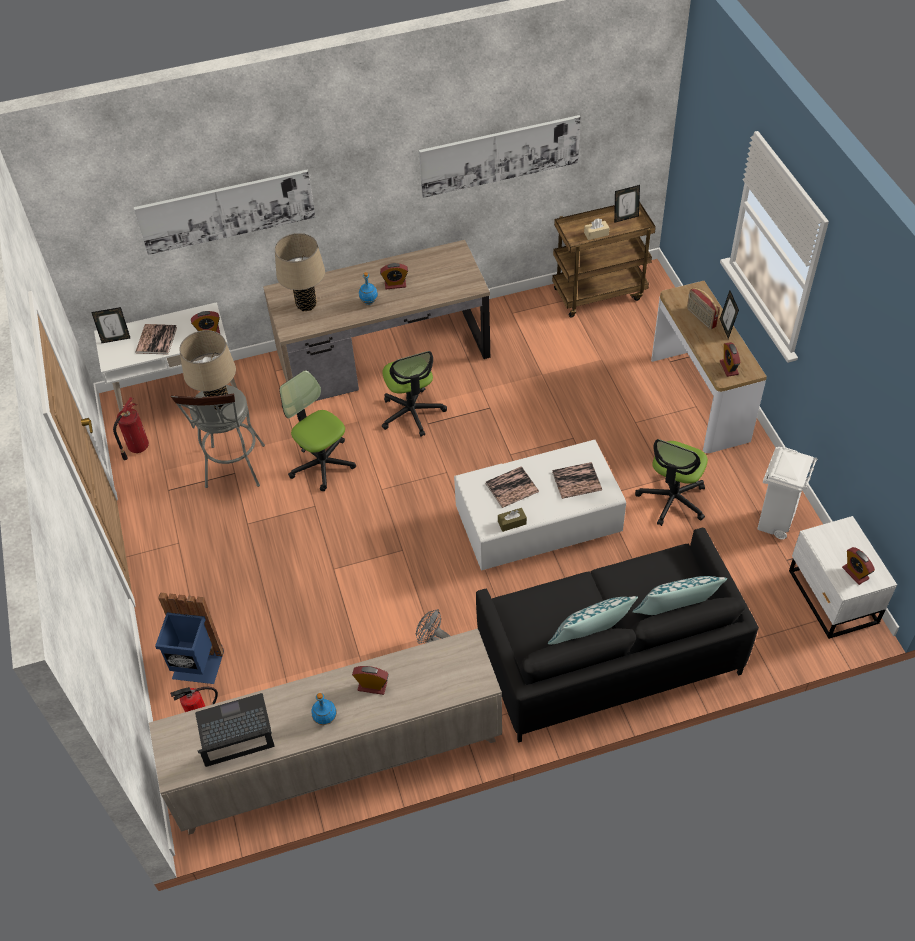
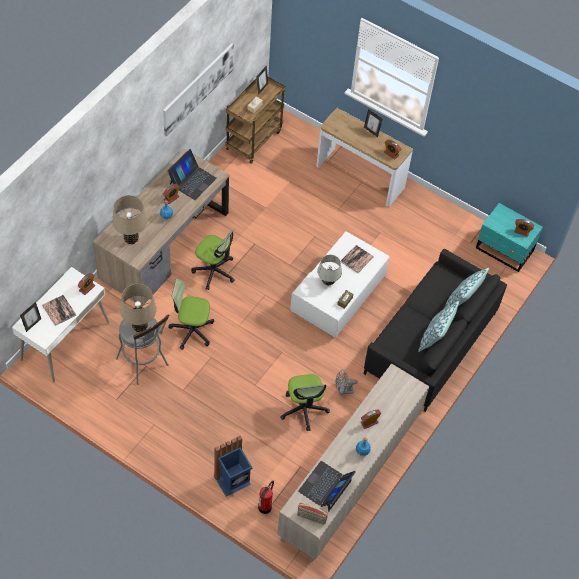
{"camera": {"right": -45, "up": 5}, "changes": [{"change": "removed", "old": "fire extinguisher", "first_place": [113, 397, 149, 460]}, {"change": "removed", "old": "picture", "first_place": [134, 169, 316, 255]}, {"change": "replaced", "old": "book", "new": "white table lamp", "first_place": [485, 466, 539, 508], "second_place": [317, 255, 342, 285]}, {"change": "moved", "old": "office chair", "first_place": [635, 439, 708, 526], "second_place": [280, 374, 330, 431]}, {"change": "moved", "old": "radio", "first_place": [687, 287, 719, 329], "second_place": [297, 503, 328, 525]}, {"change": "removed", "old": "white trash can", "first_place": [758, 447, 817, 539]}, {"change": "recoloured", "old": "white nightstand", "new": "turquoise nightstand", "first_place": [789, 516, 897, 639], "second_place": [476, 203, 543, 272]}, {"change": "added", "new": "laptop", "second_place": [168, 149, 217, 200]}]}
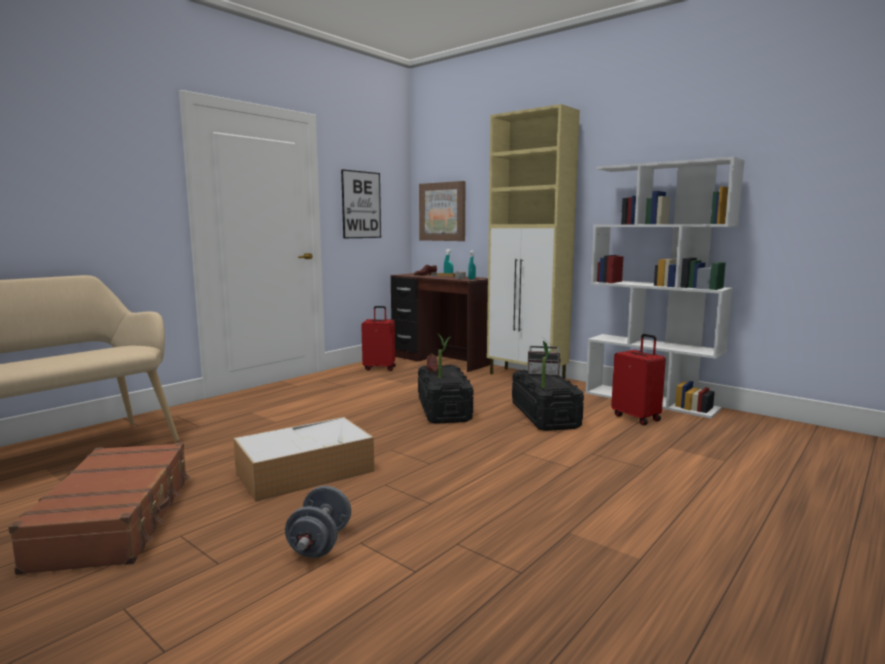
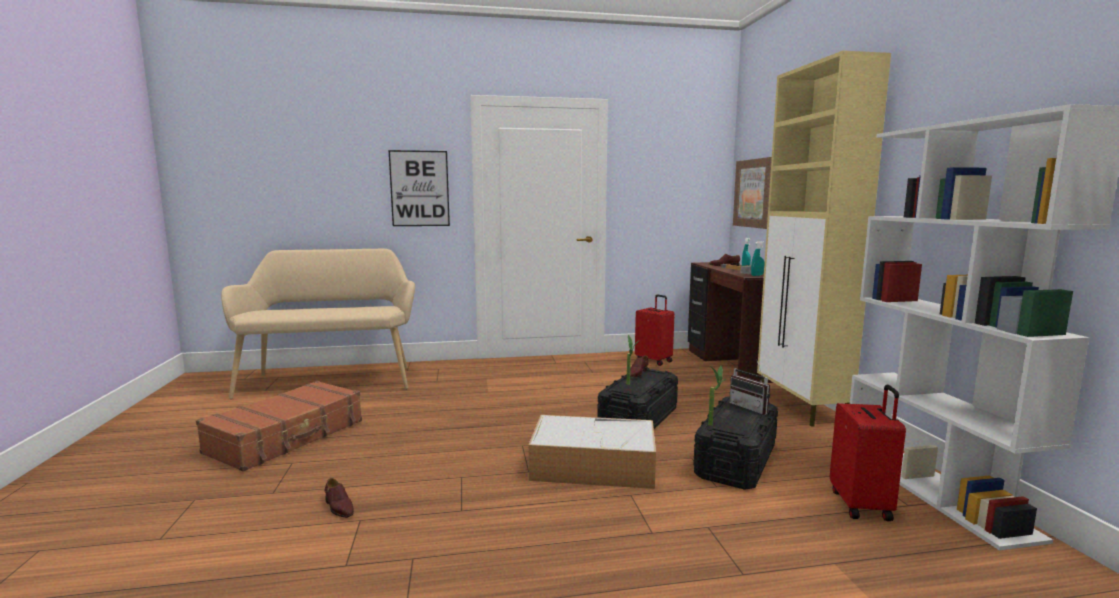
{"camera": {"right": 40, "up": 0}, "changes": [{"change": "moved", "old": "storage box", "first_place": [233, 417, 374, 502], "second_place": [528, 415, 656, 489]}, {"change": "replaced", "old": "grey dumbbell", "new": "brown shoe", "first_place": [285, 486, 351, 558], "second_place": [324, 478, 354, 518]}, {"change": "moved", "old": "picture", "first_place": [341, 169, 381, 238], "second_place": [389, 150, 450, 226]}]}
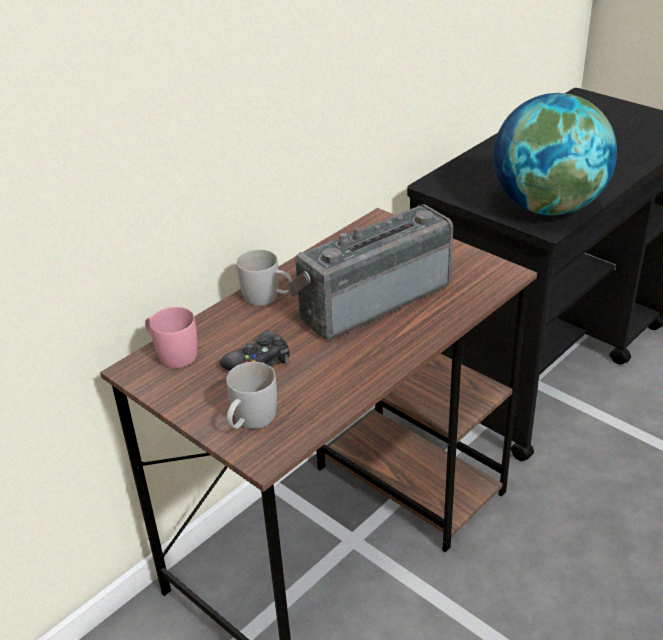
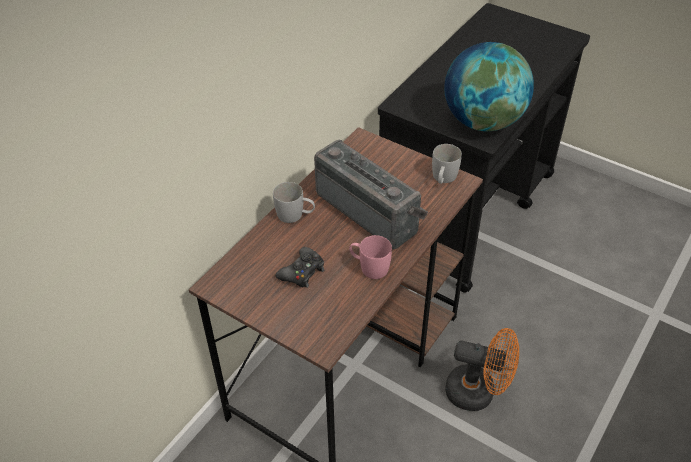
{"camera": {"right": -10, "up": 10}, "changes": [{"change": "moved", "old": "pink mug", "first_place": [145, 307, 197, 368], "second_place": [349, 235, 392, 279]}, {"change": "moved", "old": "white mug", "first_place": [226, 362, 277, 429], "second_place": [432, 144, 462, 184]}, {"change": "turned", "old": "radio", "first_place": [287, 204, 453, 340], "second_place": [314, 140, 428, 249], "degrees": 90}, {"change": "added", "new": "orange fan", "second_place": [445, 328, 519, 411]}]}
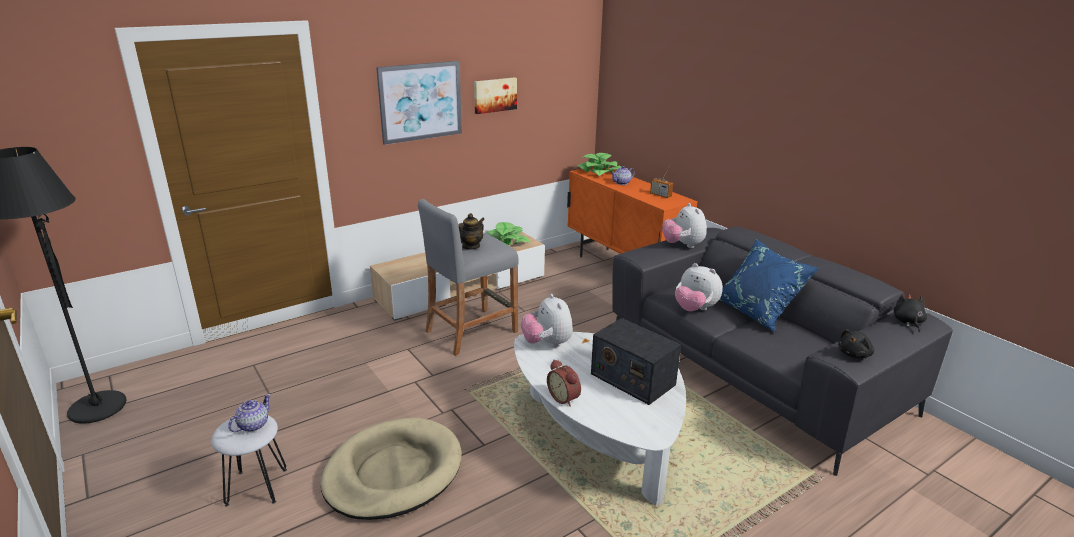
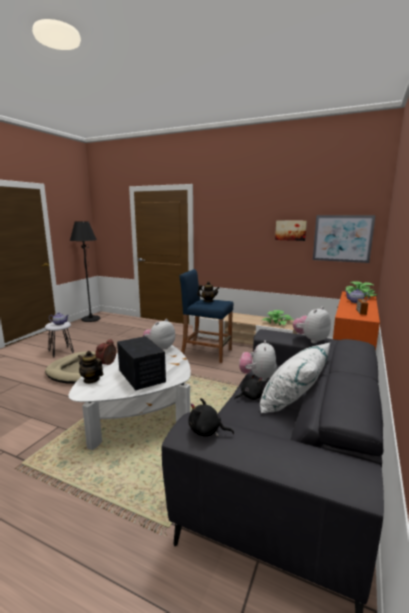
{"camera": {"right": 60, "up": -10}, "changes": [{"change": "moved", "old": "picture", "first_place": [376, 61, 462, 145], "second_place": [313, 215, 376, 263]}, {"change": "recoloured", "old": "grey stool", "new": "blue stool", "first_place": [418, 199, 519, 356], "second_place": [179, 269, 233, 363]}, {"change": "turned", "old": "radio", "first_place": [591, 318, 681, 405], "second_place": [117, 336, 166, 391], "degrees": 135}, {"change": "recoloured", "old": "blue pillow", "new": "white pillow", "first_place": [719, 239, 820, 333], "second_place": [260, 342, 331, 413]}, {"change": "moved", "old": "black plush toy", "first_place": [894, 294, 927, 332], "second_place": [234, 375, 264, 400]}, {"change": "added", "new": "teapot", "second_place": [78, 351, 103, 384]}]}
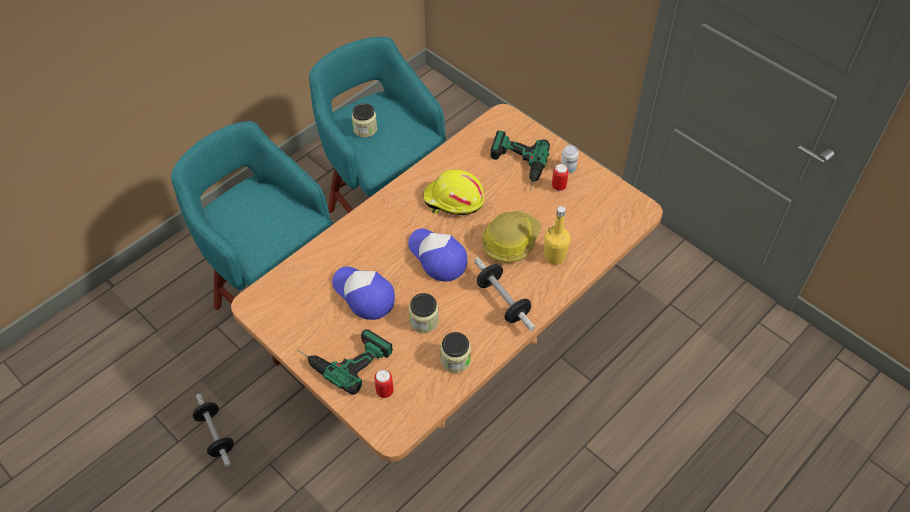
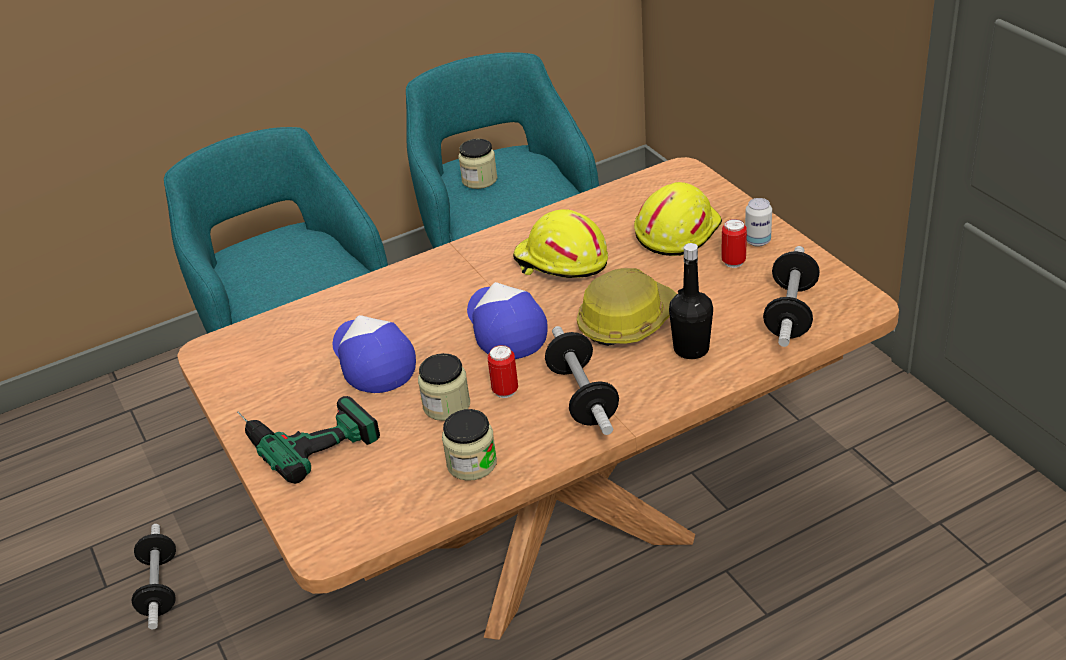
{"camera": {"right": 20, "up": -15}, "changes": [{"change": "moved", "old": "can", "first_place": [374, 370, 394, 398], "second_place": [487, 345, 518, 398]}, {"change": "replaced", "old": "power drill", "new": "yellow hard hat", "first_place": [491, 130, 550, 191], "second_place": [634, 182, 722, 256]}, {"change": "recoloured", "old": "yellow bottle", "new": "black bottle", "first_place": [544, 206, 571, 265], "second_place": [669, 243, 713, 359]}, {"change": "added", "new": "dumbbell", "second_place": [763, 246, 820, 347]}]}
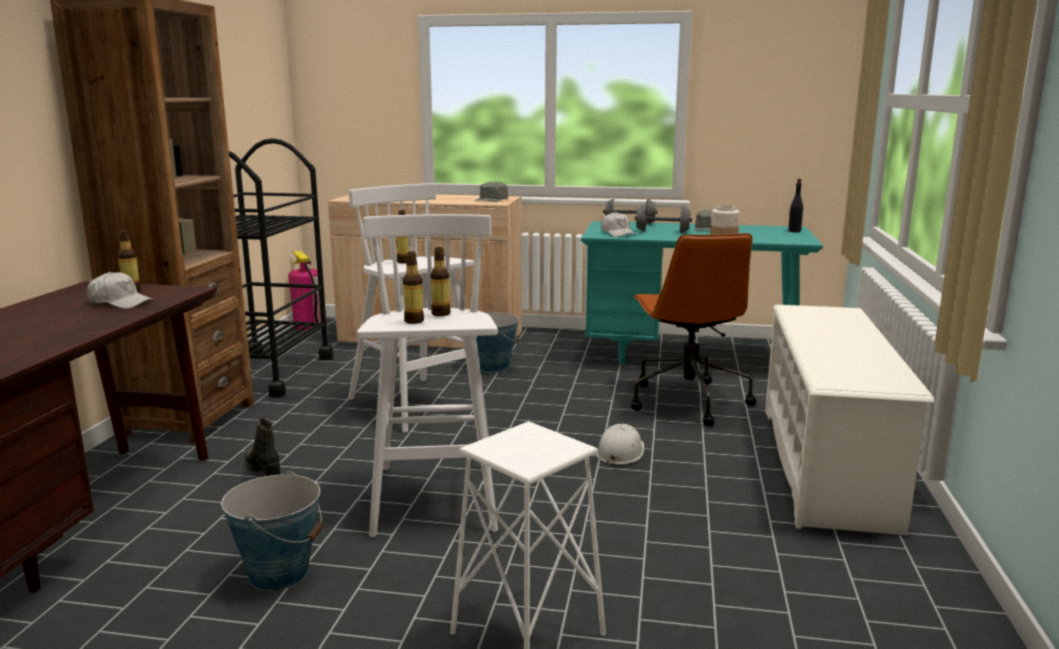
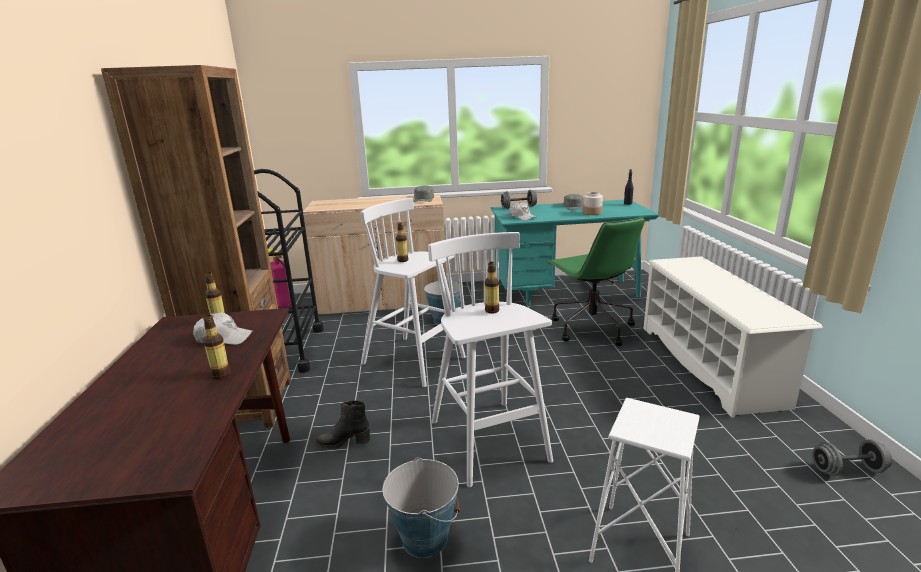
{"camera": {"right": -15, "up": 5}, "changes": [{"change": "turned", "old": "black boot", "first_place": [245, 418, 281, 476], "second_place": [315, 401, 370, 449], "degrees": -45}, {"change": "moved", "old": "bottle", "first_place": [403, 252, 424, 324], "second_place": [203, 315, 231, 379]}, {"change": "removed", "old": "white hard hat", "first_place": [596, 424, 644, 466]}, {"change": "recoloured", "old": "brown office chair", "new": "green office chair", "first_place": [630, 233, 756, 426], "second_place": [546, 217, 645, 346]}, {"change": "moved", "old": "grey dumbbell", "first_place": [635, 205, 692, 233], "second_place": [812, 439, 892, 476]}]}
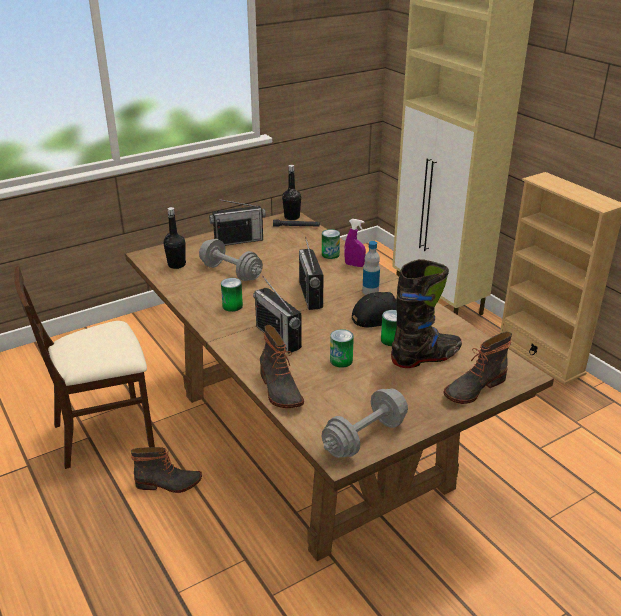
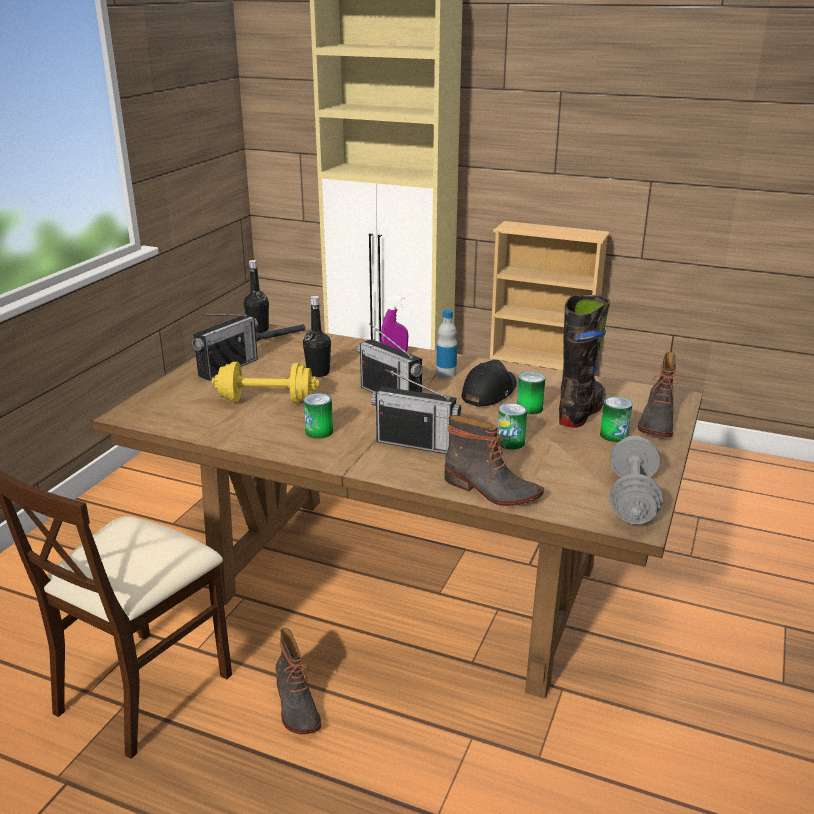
{"camera": {"right": -35, "up": -5}, "changes": [{"change": "turned", "old": "boot", "first_place": [131, 447, 202, 493], "second_place": [275, 628, 321, 734], "degrees": 105}, {"change": "moved", "old": "black bottle", "first_place": [164, 207, 186, 269], "second_place": [303, 296, 331, 377]}, {"change": "recoloured", "old": "grey dumbbell", "new": "yellow dumbbell", "first_place": [199, 239, 263, 281], "second_place": [212, 362, 320, 403]}, {"change": "moved", "old": "can", "first_place": [322, 229, 340, 259], "second_place": [600, 396, 633, 442]}]}
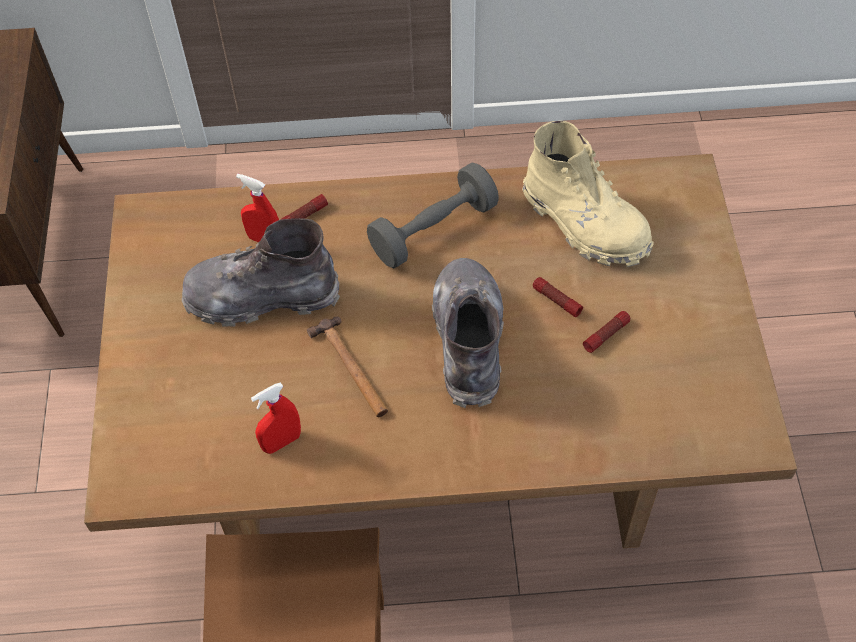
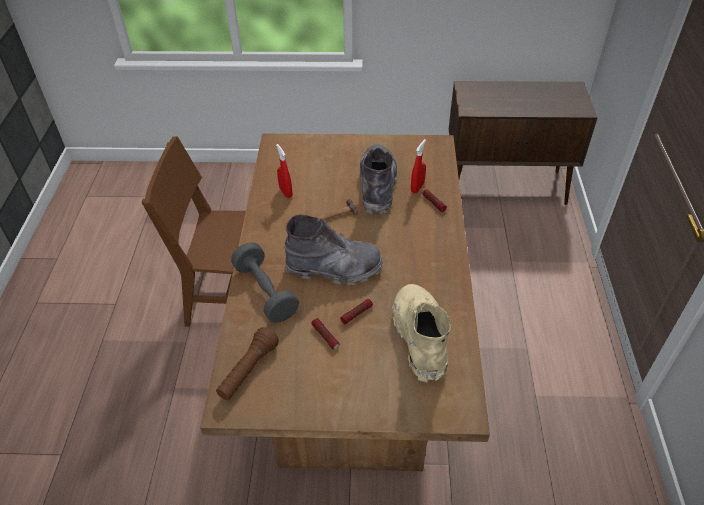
{"camera": {"right": 95, "up": -10}, "changes": [{"change": "moved", "old": "grey dumbbell", "first_place": [367, 163, 499, 268], "second_place": [231, 242, 299, 323]}, {"change": "turned", "old": "beige boot", "first_place": [522, 121, 654, 267], "second_place": [393, 284, 451, 383], "degrees": 120}, {"change": "added", "new": "brown flashlight", "second_place": [216, 327, 279, 400]}]}
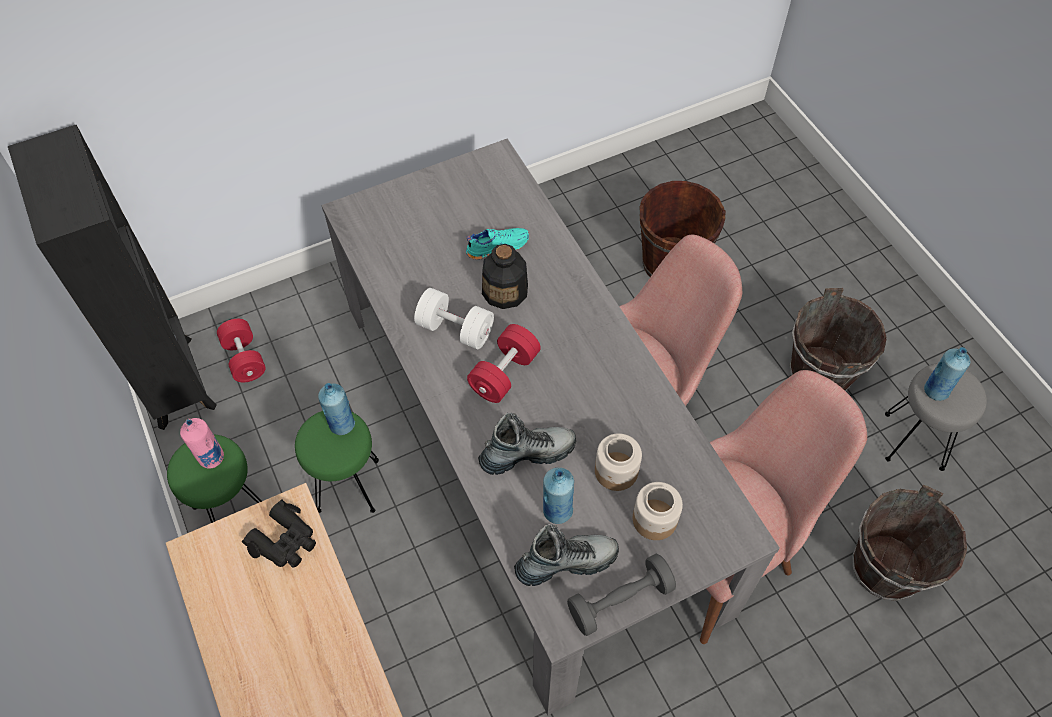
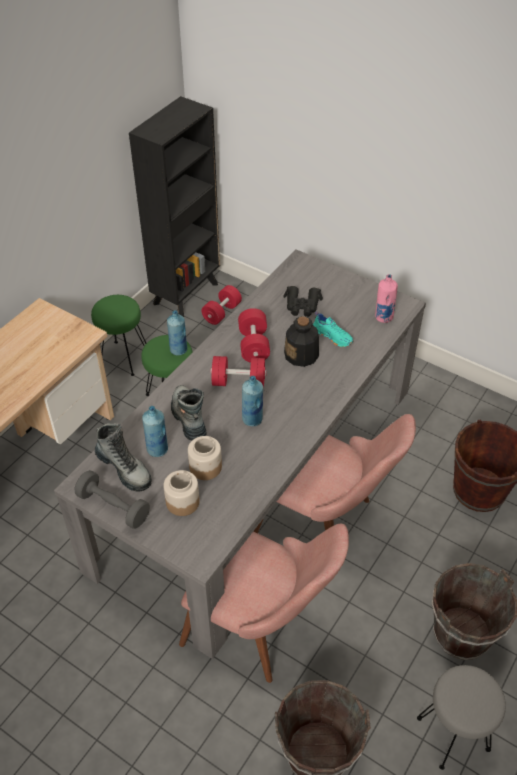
{"camera": {"right": 60, "up": -10}, "changes": [{"change": "moved", "old": "pink bottle", "first_place": [180, 418, 224, 468], "second_place": [375, 274, 398, 323]}, {"change": "moved", "old": "black binoculars", "first_place": [242, 500, 316, 568], "second_place": [283, 286, 323, 317]}, {"change": "recoloured", "old": "white dumbbell", "new": "red dumbbell", "first_place": [414, 288, 494, 349], "second_place": [238, 308, 270, 363]}, {"change": "turned", "old": "boot", "first_place": [478, 413, 576, 475], "second_place": [171, 385, 207, 441], "degrees": -150}, {"change": "moved", "old": "blue bottle", "first_place": [924, 347, 970, 401], "second_place": [242, 376, 263, 426]}]}
